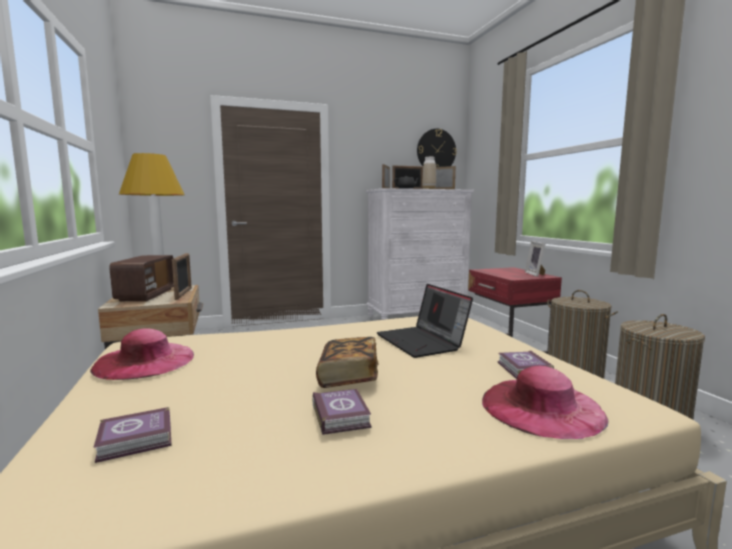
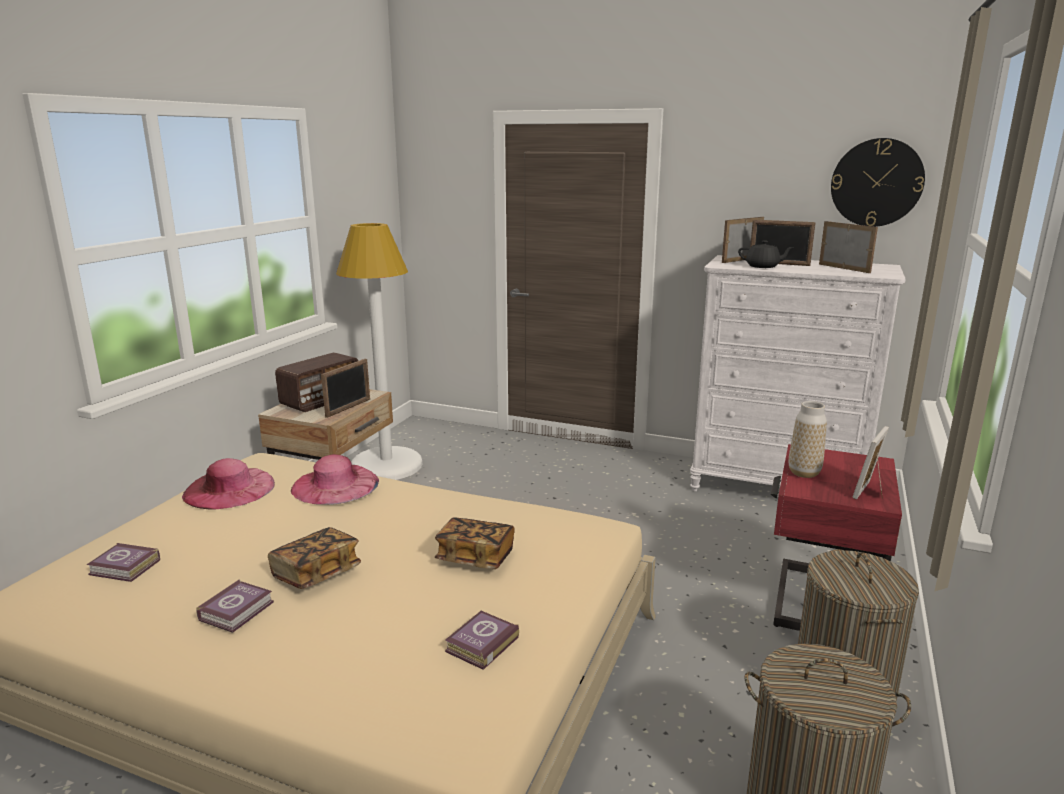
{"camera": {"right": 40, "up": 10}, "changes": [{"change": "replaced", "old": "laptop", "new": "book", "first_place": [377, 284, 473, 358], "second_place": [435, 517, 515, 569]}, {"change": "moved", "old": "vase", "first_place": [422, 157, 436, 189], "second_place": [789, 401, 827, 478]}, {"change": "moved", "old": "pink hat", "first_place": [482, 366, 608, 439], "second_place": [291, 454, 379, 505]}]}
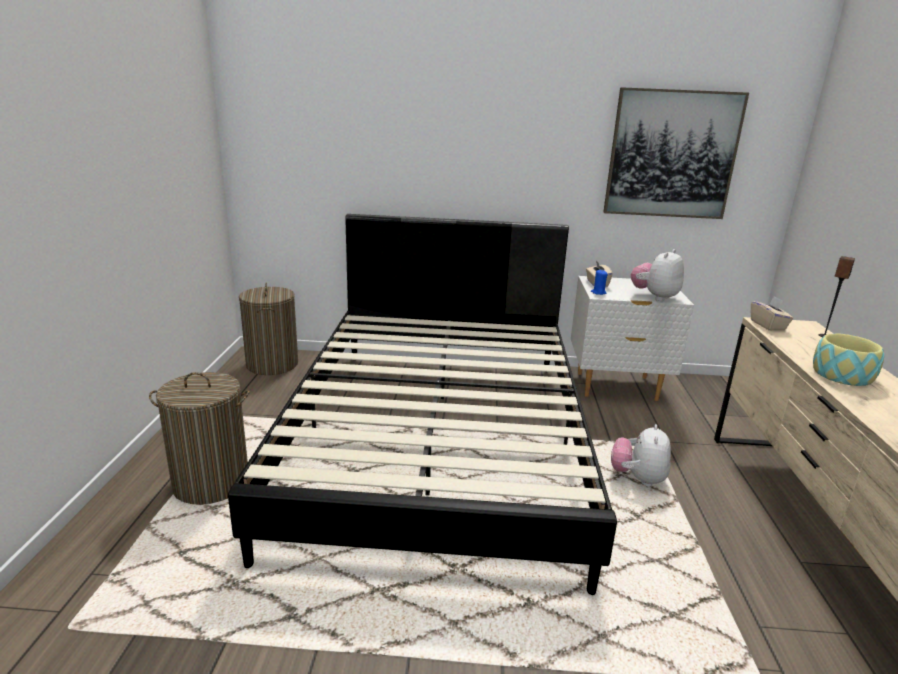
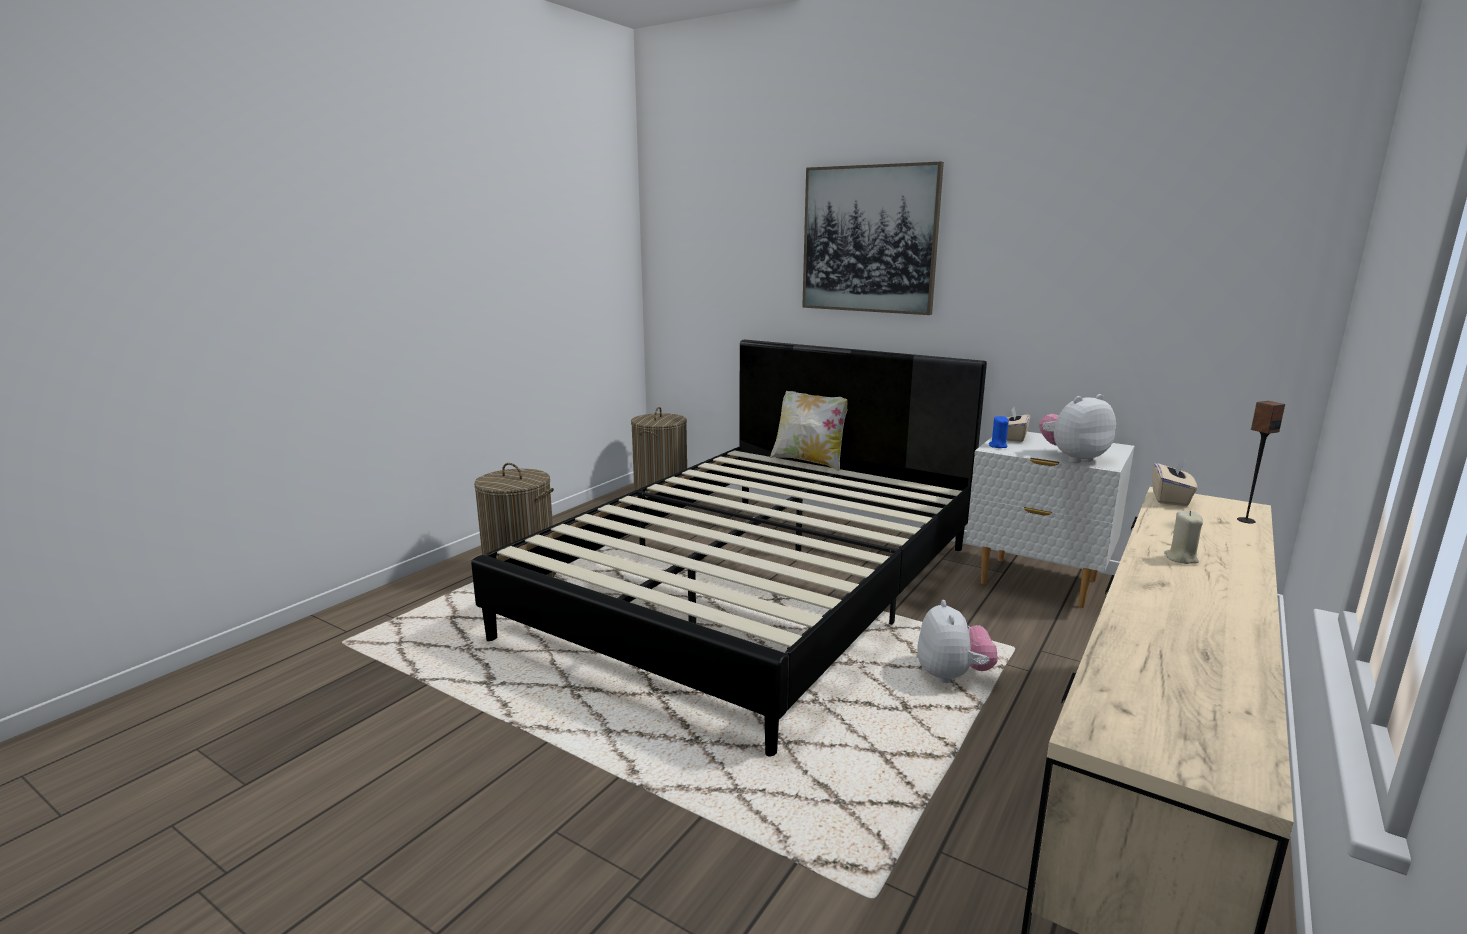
{"camera": {"right": 30, "up": -5}, "changes": [{"change": "moved", "old": "picture", "first_place": [603, 88, 749, 219], "second_place": [802, 162, 944, 315]}, {"change": "turned", "old": "plush toy", "first_place": [611, 424, 671, 486], "second_place": [917, 600, 998, 683], "degrees": 135}, {"change": "replaced", "old": "bowl", "new": "beige candle", "first_place": [813, 334, 884, 386], "second_place": [1164, 510, 1203, 564]}, {"change": "added", "new": "pillow", "second_place": [770, 391, 848, 471]}]}
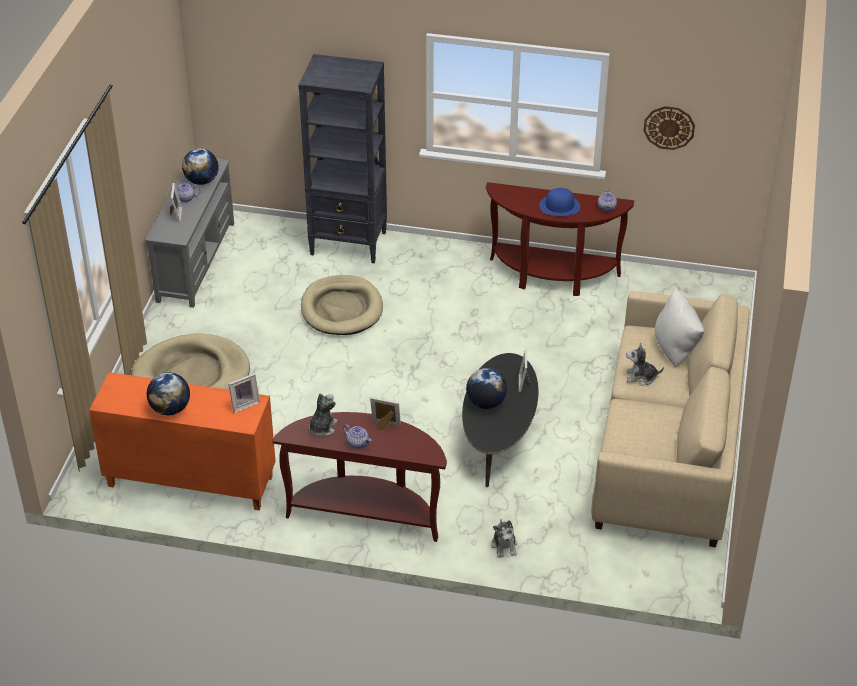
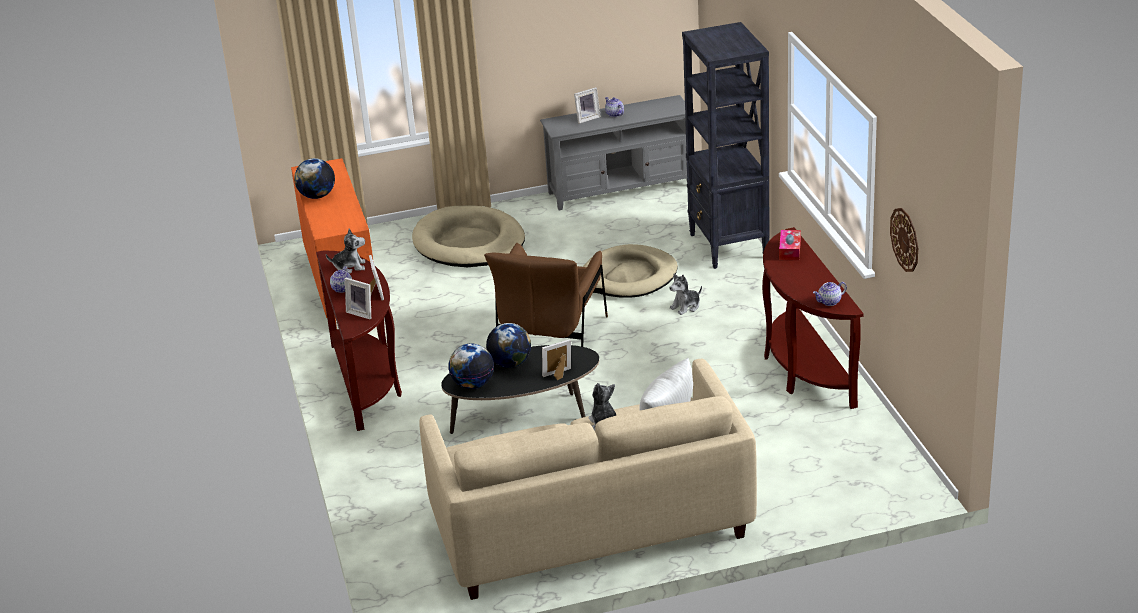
{"camera": {"right": 65, "up": -10}, "changes": [{"change": "moved", "old": "globe", "first_place": [182, 149, 219, 185], "second_place": [448, 343, 494, 389]}, {"change": "moved", "old": "picture frame", "first_place": [228, 373, 260, 413], "second_place": [345, 278, 372, 319]}, {"change": "moved", "old": "plush toy", "first_place": [491, 520, 518, 558], "second_place": [669, 274, 702, 315]}, {"change": "removed", "old": "blue hat", "first_place": [539, 188, 580, 216]}, {"change": "added", "new": "brown armchair", "second_place": [484, 243, 608, 347]}, {"change": "added", "new": "tissue box", "second_place": [779, 230, 801, 260]}]}
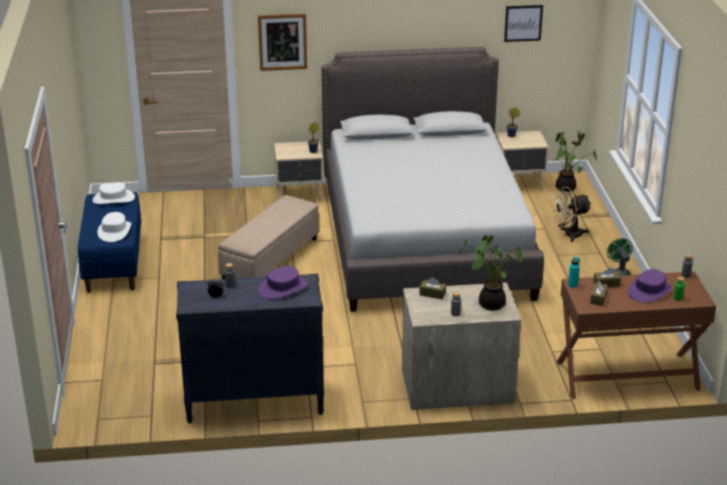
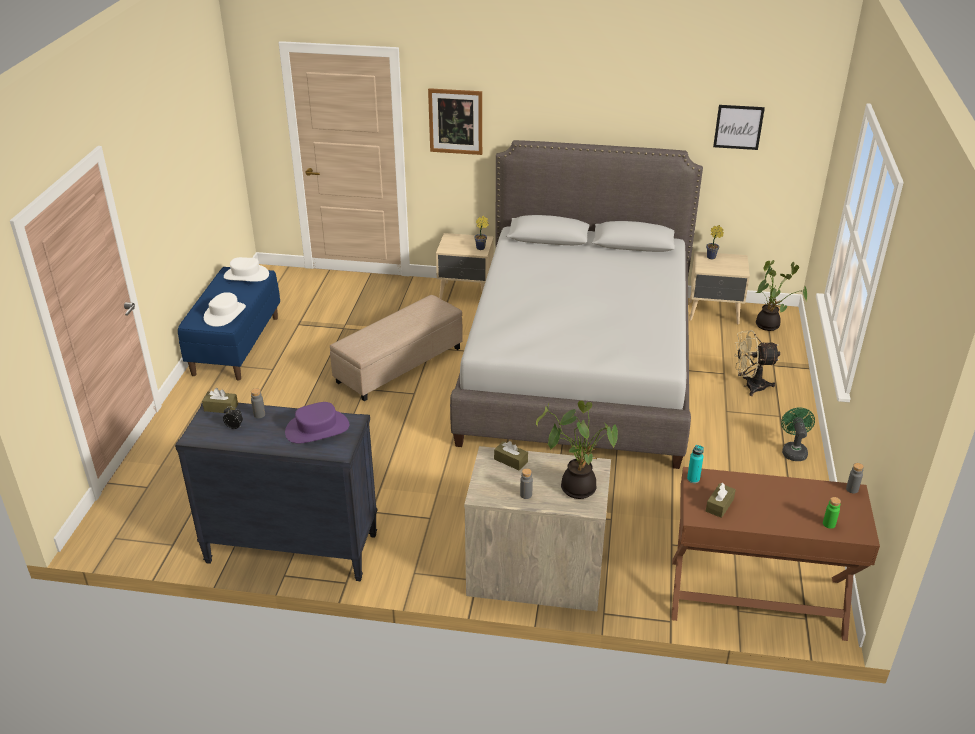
{"camera": {"right": 15, "up": 5}, "changes": [{"change": "moved", "old": "brown tissue box", "first_place": [593, 267, 621, 287], "second_place": [202, 388, 238, 413]}, {"change": "removed", "old": "purple hat", "first_place": [628, 269, 672, 303]}]}
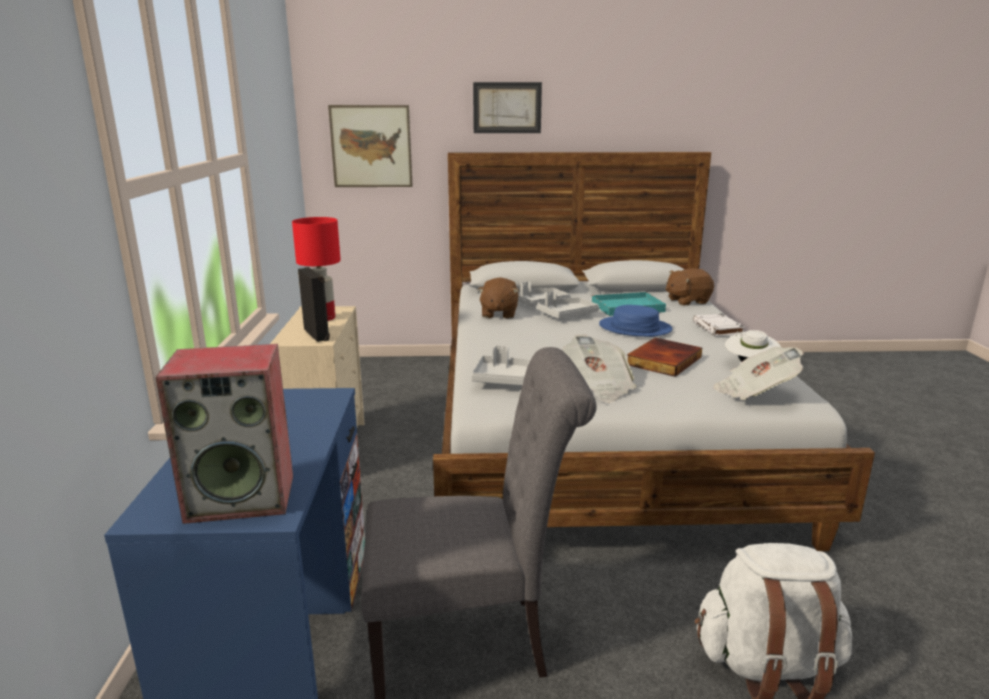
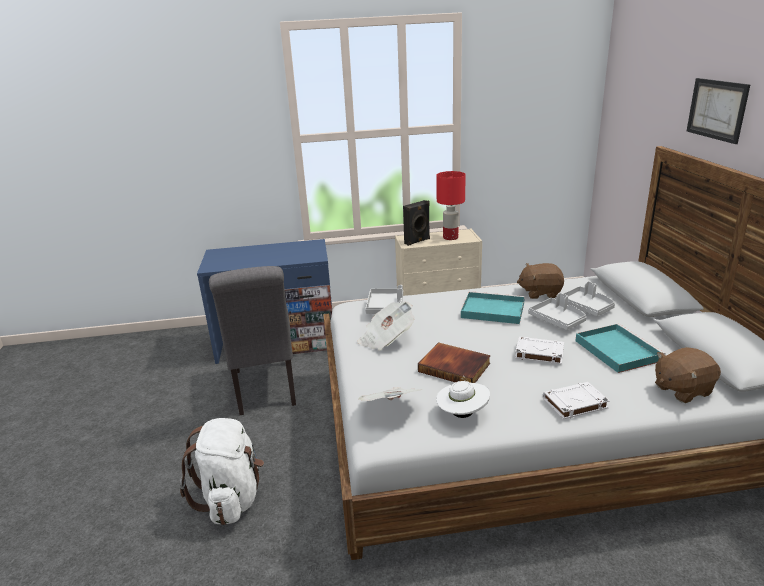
{"camera": {"right": 85, "up": 5}, "changes": [{"change": "removed", "old": "speaker", "first_place": [155, 344, 293, 524]}, {"change": "removed", "old": "picture", "first_place": [328, 105, 413, 187]}, {"change": "replaced", "old": "blue hat", "new": "white book", "first_place": [599, 305, 672, 337], "second_place": [515, 337, 564, 364]}, {"change": "turned", "old": "brown plush toy", "first_place": [666, 268, 714, 306], "second_place": [655, 347, 721, 403], "degrees": -90}, {"change": "added", "new": "turquoise tray", "second_place": [461, 291, 525, 324]}]}
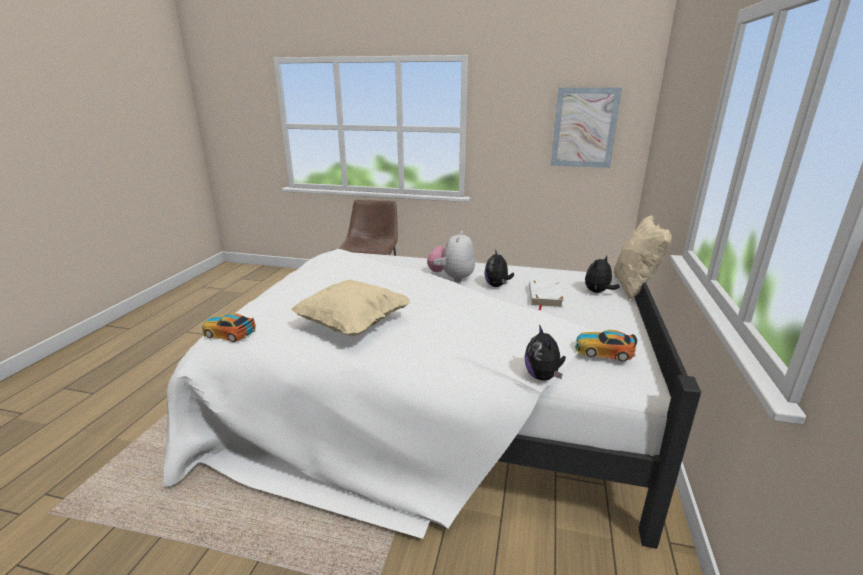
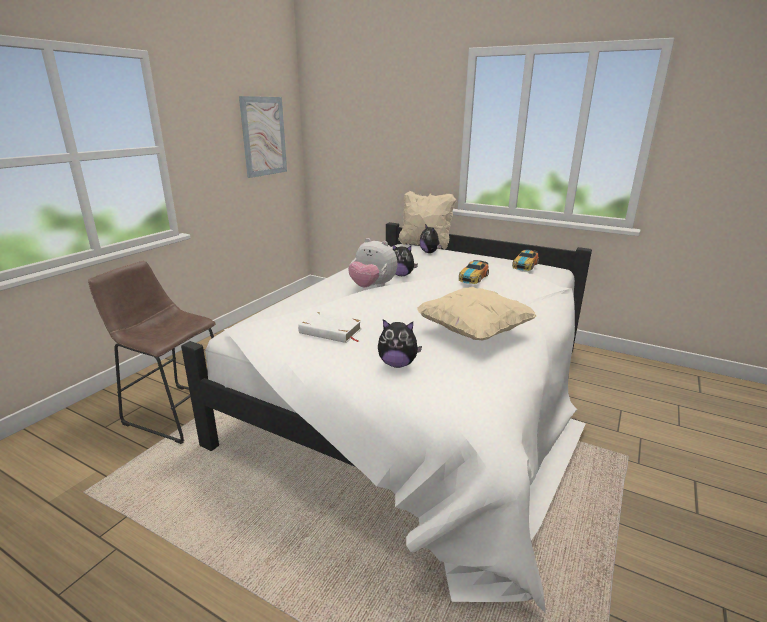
{"camera": {"right": -75, "up": 0}, "changes": [{"change": "moved", "old": "toy car", "first_place": [202, 313, 256, 342], "second_place": [459, 260, 489, 284]}, {"change": "moved", "old": "plush toy", "first_place": [524, 324, 566, 380], "second_place": [378, 319, 422, 368]}, {"change": "moved", "old": "white book", "first_place": [529, 280, 564, 310], "second_place": [298, 312, 362, 343]}]}
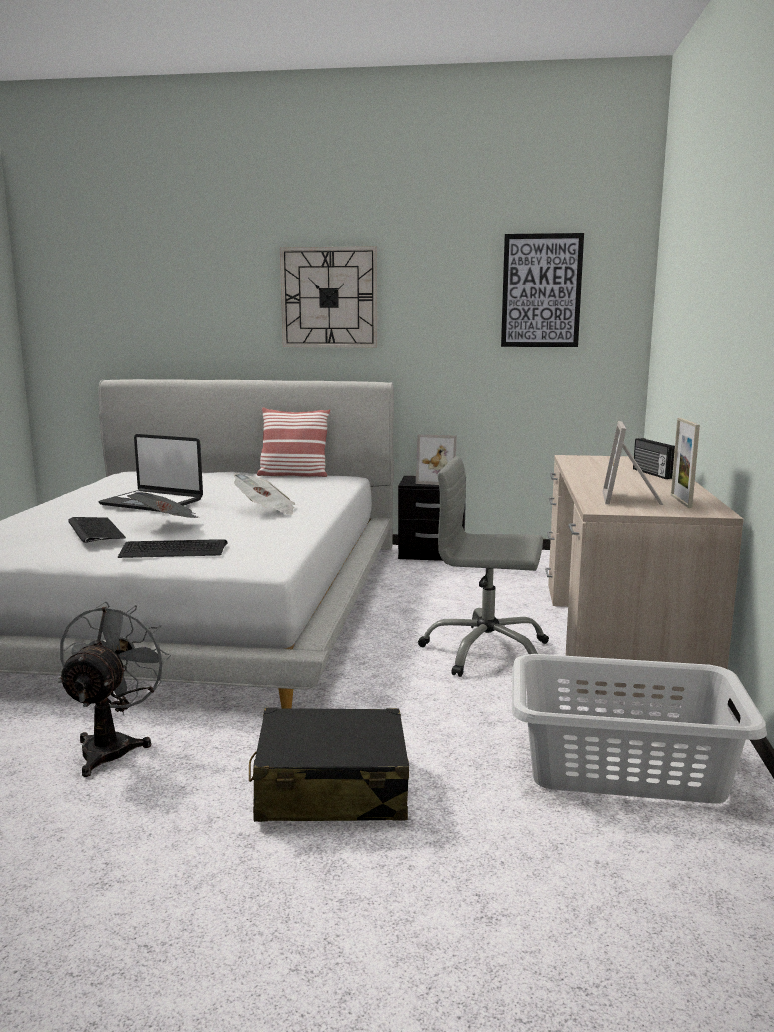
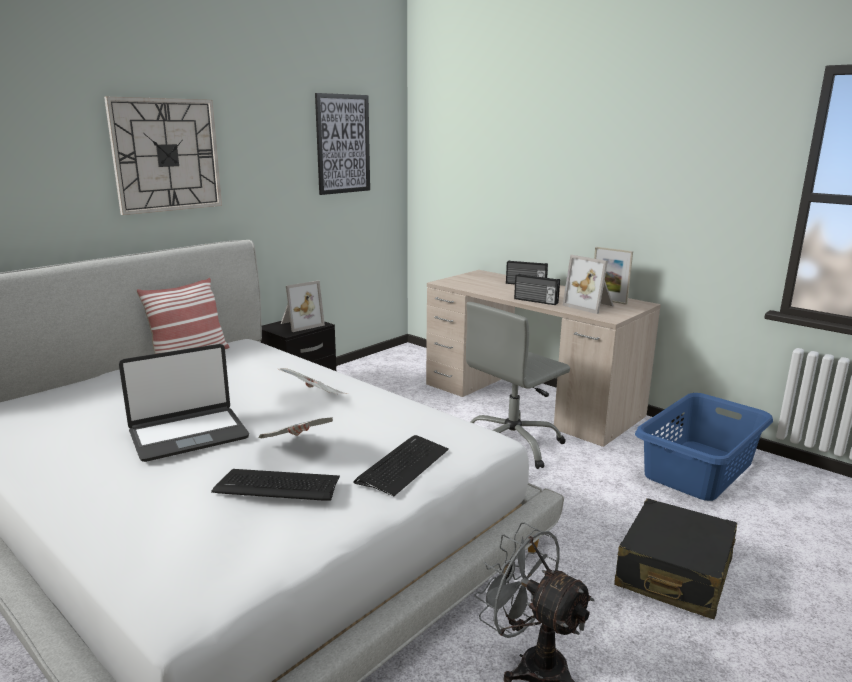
{"camera": {"right": -55, "up": 5}, "changes": [{"change": "recoloured", "old": "grey laundry basket", "new": "blue laundry basket", "first_place": [512, 654, 767, 803], "second_place": [635, 393, 773, 501]}, {"change": "added", "new": "radio", "second_place": [514, 274, 560, 305]}]}
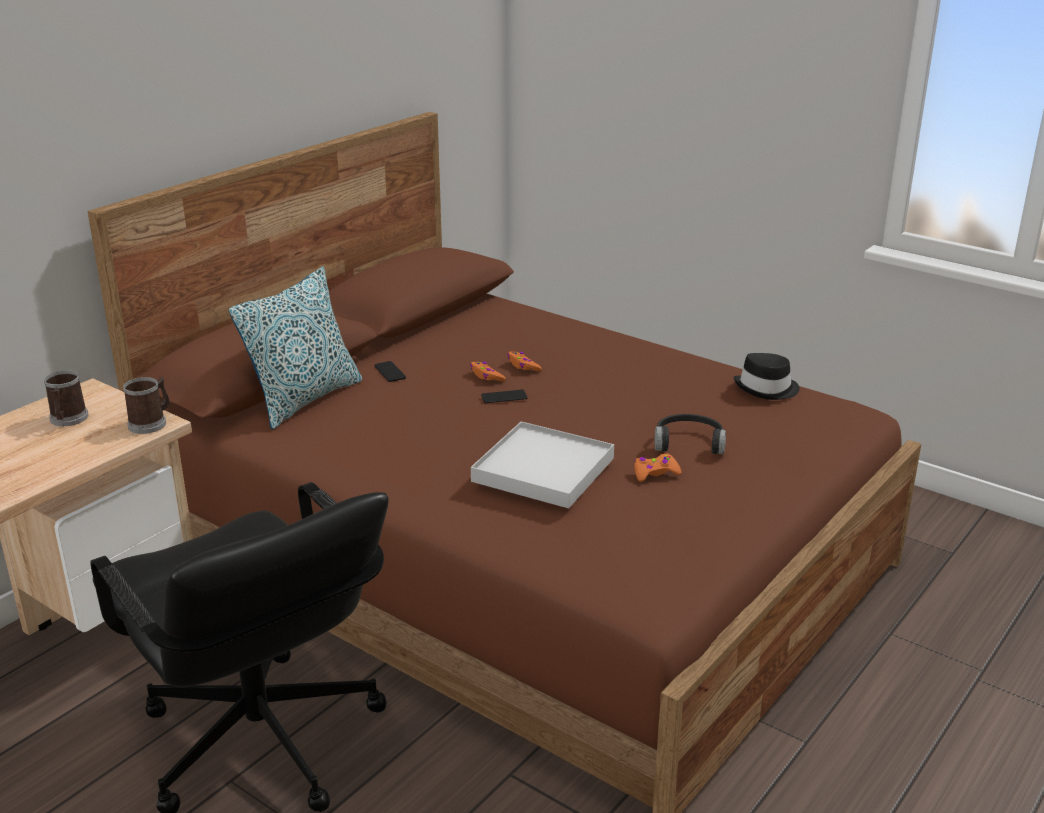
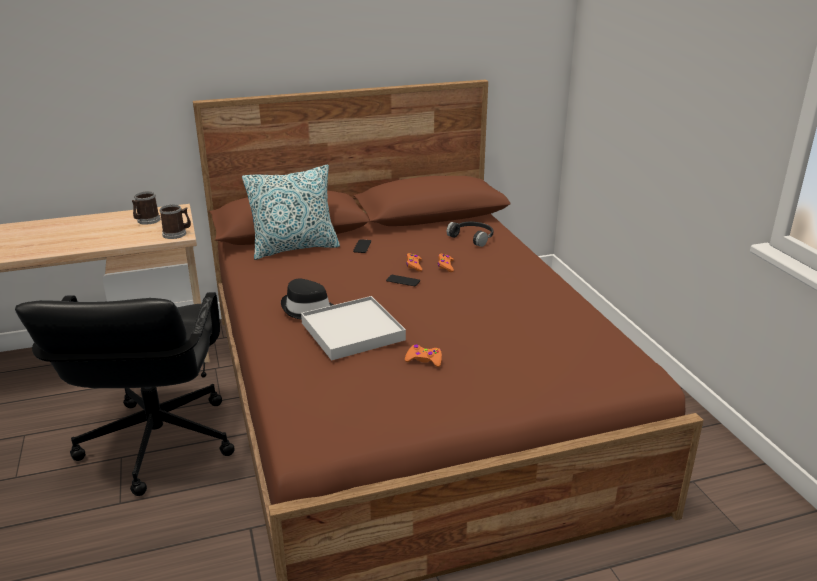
{"camera": {"right": 35, "up": 0}, "changes": [{"change": "moved", "old": "black headphones", "first_place": [655, 414, 726, 454], "second_place": [446, 222, 493, 247]}, {"change": "moved", "old": "black hat", "first_place": [733, 353, 800, 400], "second_place": [281, 279, 334, 320]}]}
